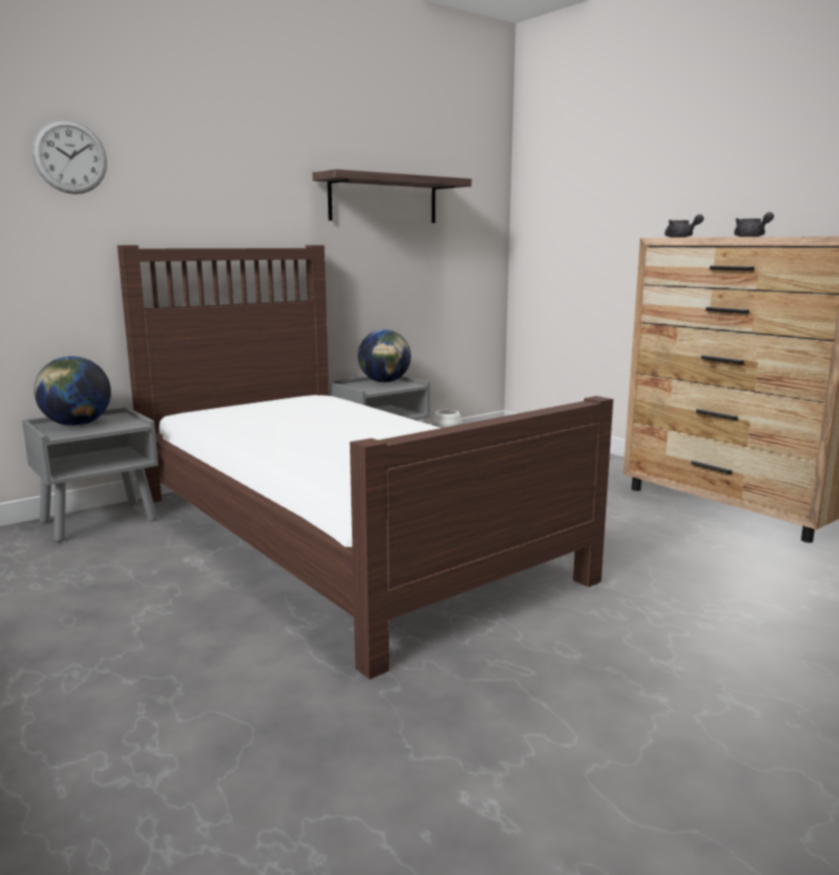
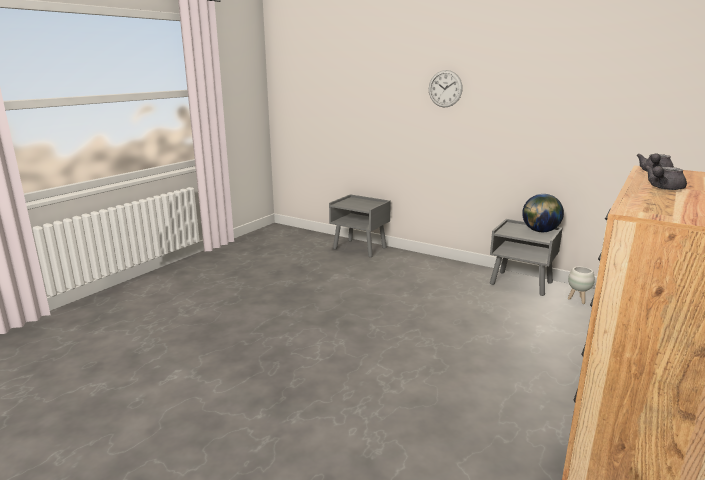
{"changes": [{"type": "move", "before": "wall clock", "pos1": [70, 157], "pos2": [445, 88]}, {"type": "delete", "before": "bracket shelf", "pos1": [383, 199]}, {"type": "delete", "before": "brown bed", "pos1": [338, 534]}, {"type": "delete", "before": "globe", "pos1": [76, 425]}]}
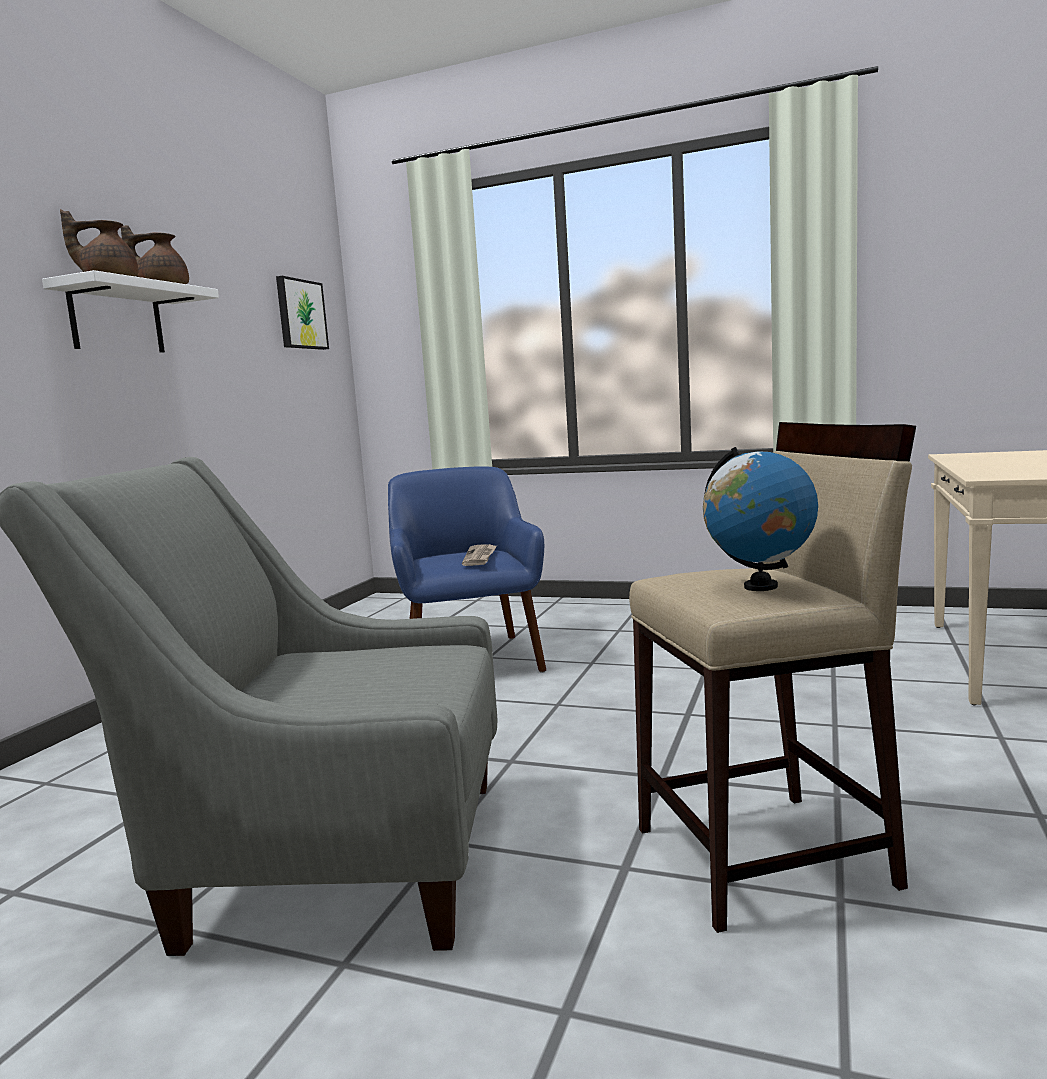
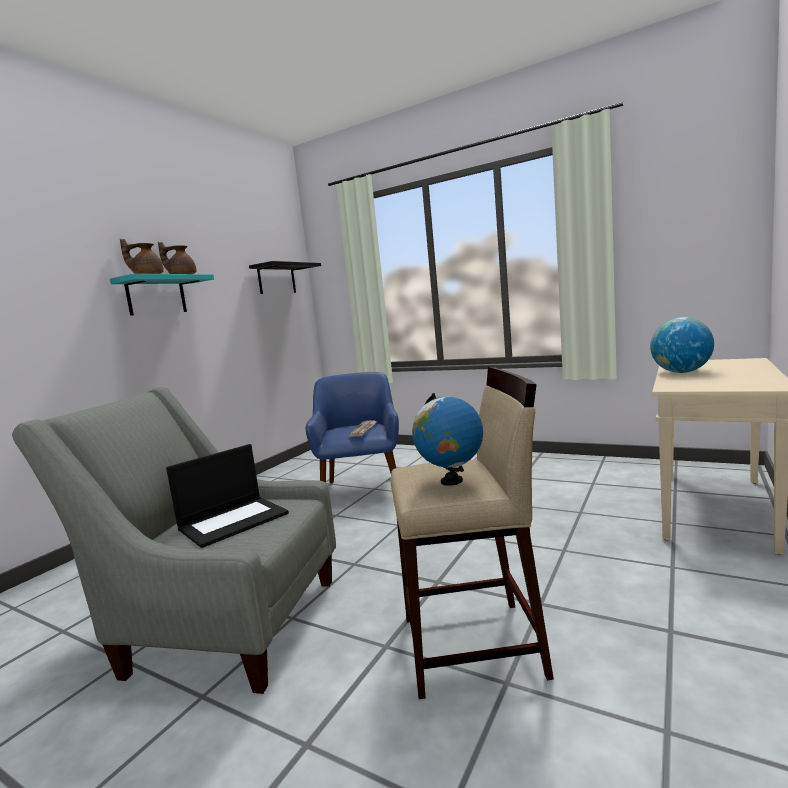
{"changes": [{"type": "recolor", "before": "white bracket shelf", "after": "turquoise bracket shelf", "pos1": [116, 319], "pos2": [156, 296]}, {"type": "replace", "before": "wall art", "after": "black-coloured bracket shelf", "pos1": [300, 314], "pos2": [276, 279]}, {"type": "insert", "after": "globe", "pos2": [681, 372]}, {"type": "insert", "after": "notebook computer", "pos2": [234, 520]}]}
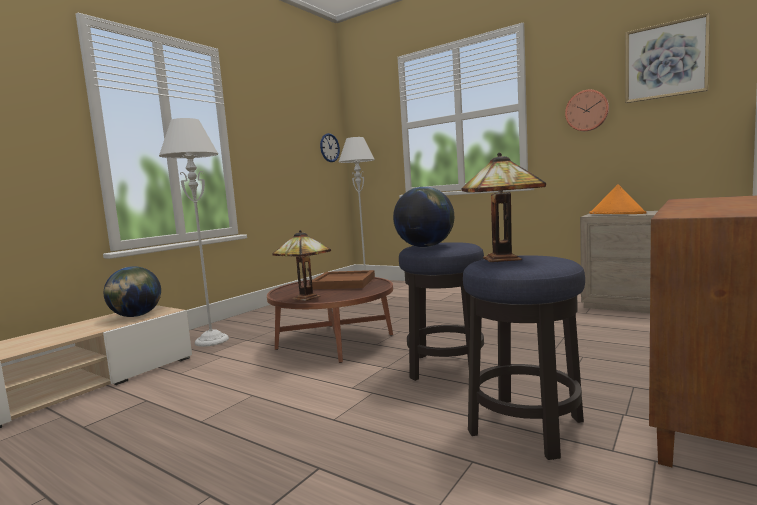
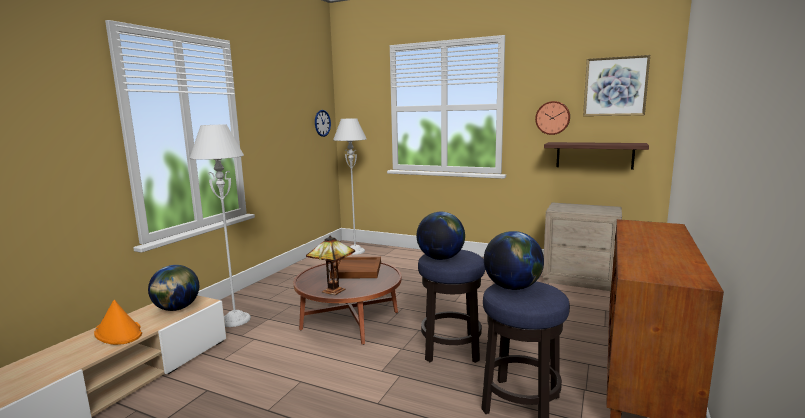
{"changes": [{"type": "replace", "before": "lamp for a table", "after": "globe", "pos1": [504, 259], "pos2": [512, 287]}, {"type": "move", "before": "orange-coloured hat", "pos1": [617, 214], "pos2": [118, 333]}, {"type": "insert", "after": "bracket shelf", "pos2": [594, 155]}]}
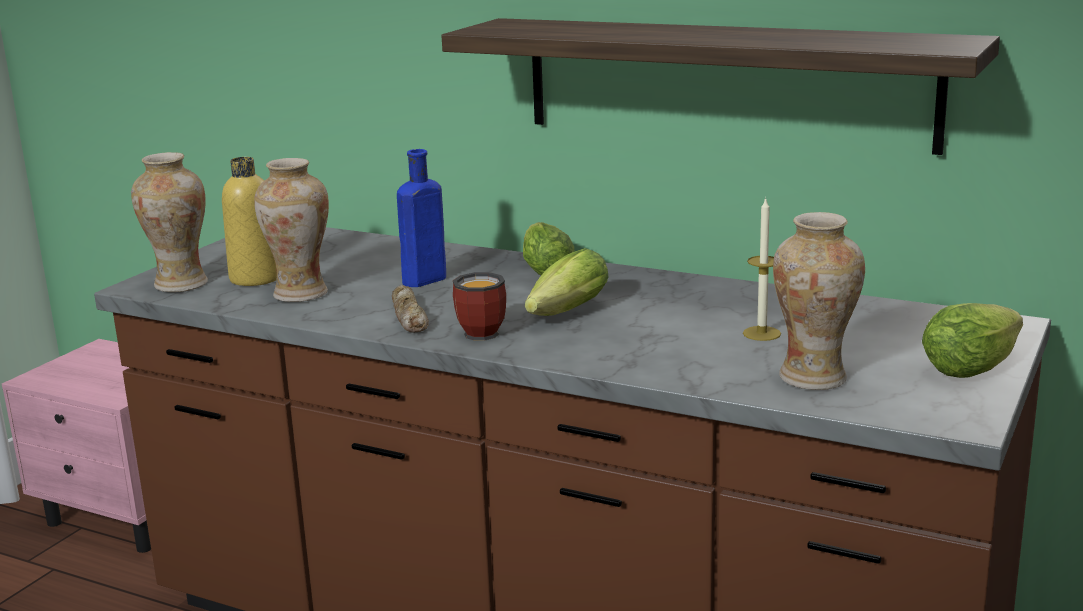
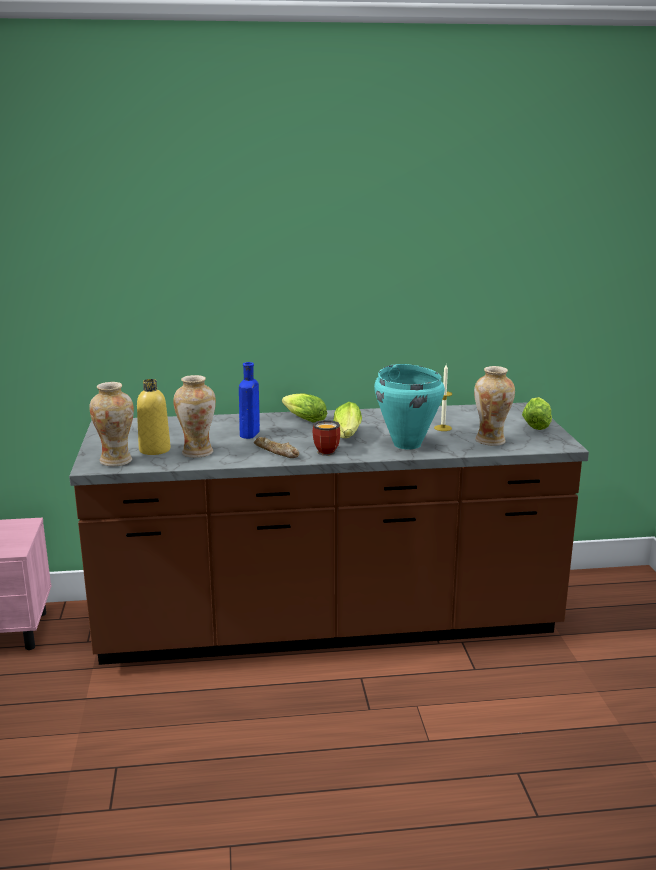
{"changes": [{"type": "delete", "before": "bracket shelf", "pos1": [725, 82]}, {"type": "insert", "after": "turquoise saucepot", "pos2": [407, 444]}]}
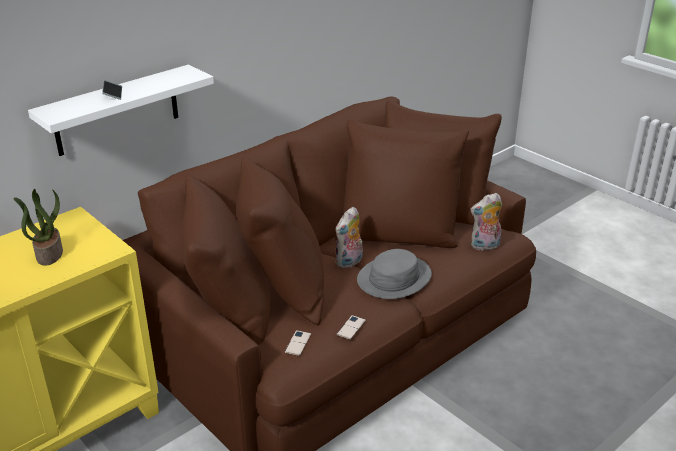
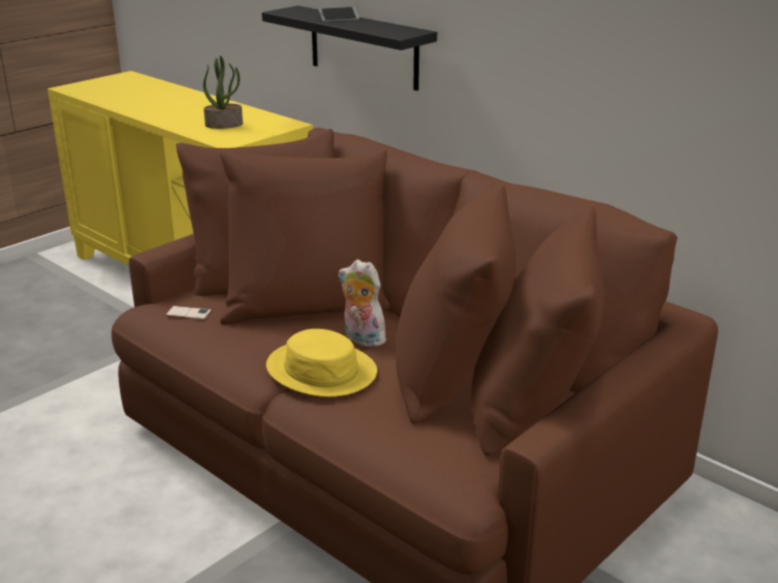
{"changes": [{"type": "recolor", "before": "white bracket shelf", "after": "black-coloured bracket shelf", "pos1": [117, 110], "pos2": [363, 47]}, {"type": "delete", "before": "soft toy", "pos1": [485, 246]}, {"type": "recolor", "before": "gray hat", "after": "yellowish hat", "pos1": [394, 278], "pos2": [321, 370]}, {"type": "delete", "before": "phone", "pos1": [351, 327]}]}
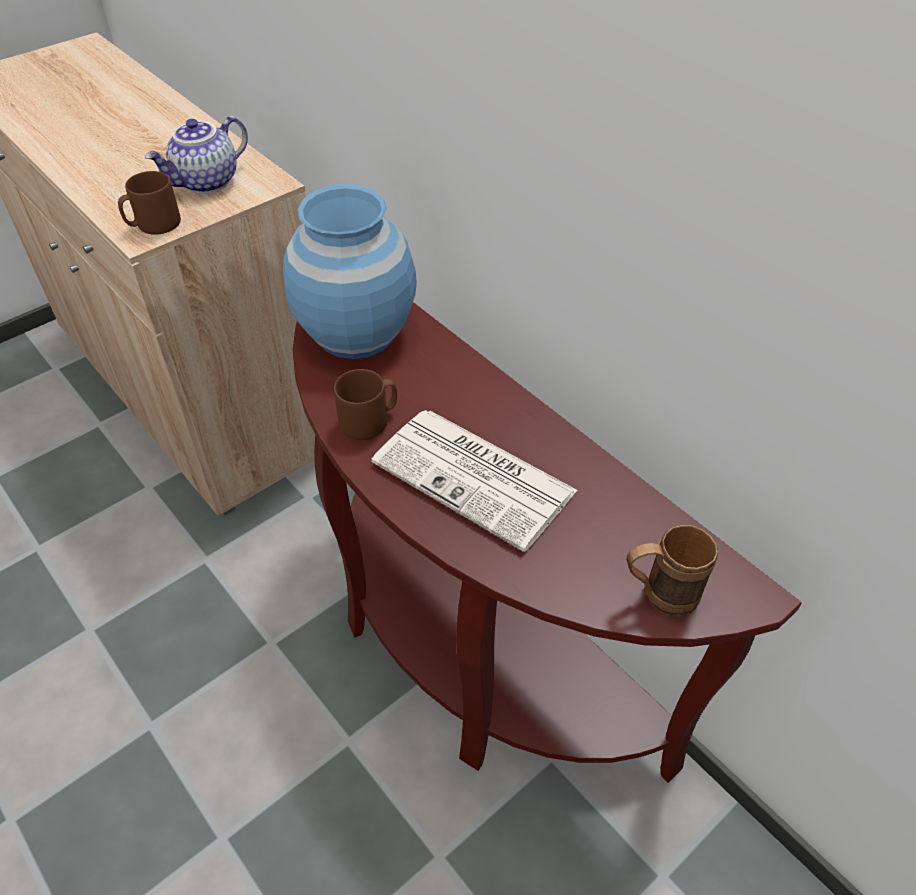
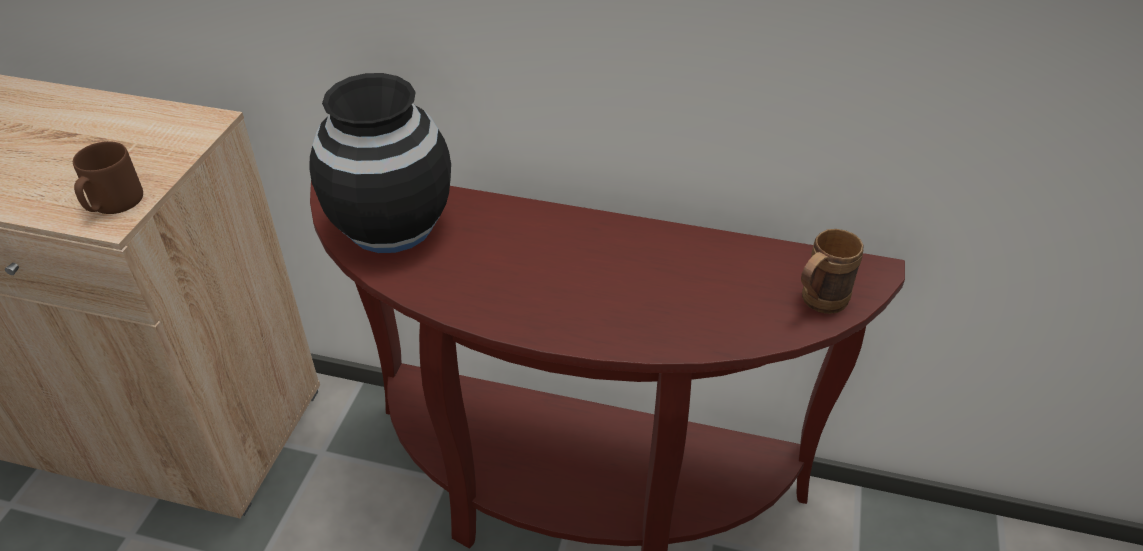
{"changes": [{"type": "delete", "before": "tea pot", "pos1": [207, 183]}, {"type": "recolor", "before": "blue-coloured decorative vase", "after": "black-coloured decorative vase", "pos1": [357, 332], "pos2": [392, 225]}, {"type": "delete", "before": "brown tea mug", "pos1": [369, 421]}, {"type": "delete", "before": "newspaper", "pos1": [476, 478]}]}
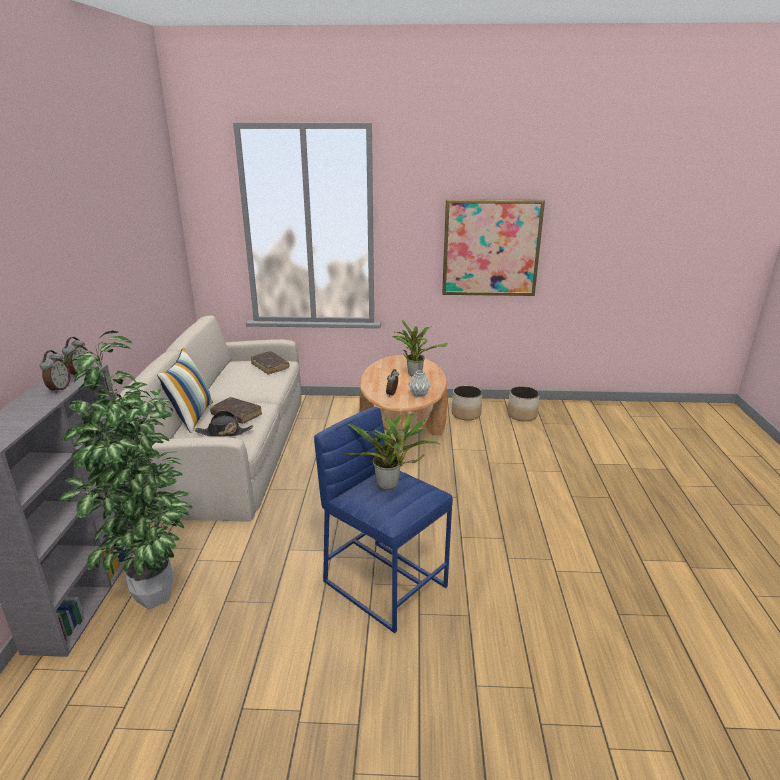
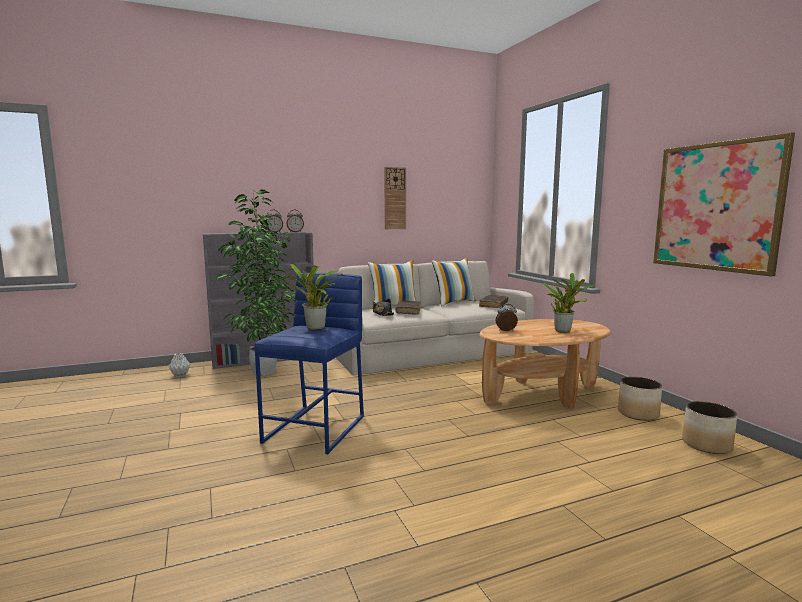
{"changes": [{"type": "move", "before": "gray decorative vase", "pos1": [418, 395], "pos2": [180, 375]}, {"type": "insert", "after": "wall clock", "pos2": [395, 198]}, {"type": "insert", "after": "throw pillow", "pos2": [454, 302]}]}
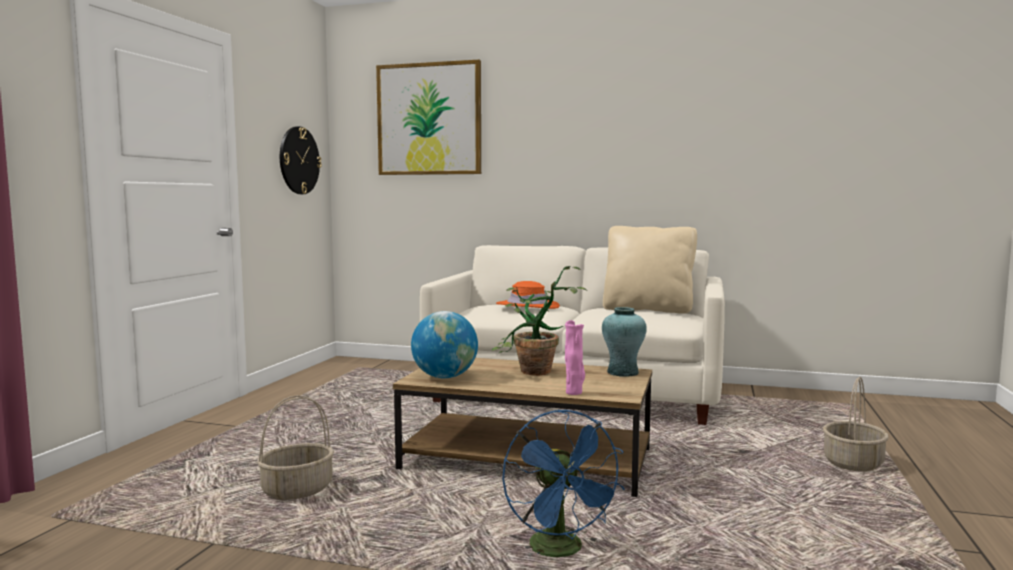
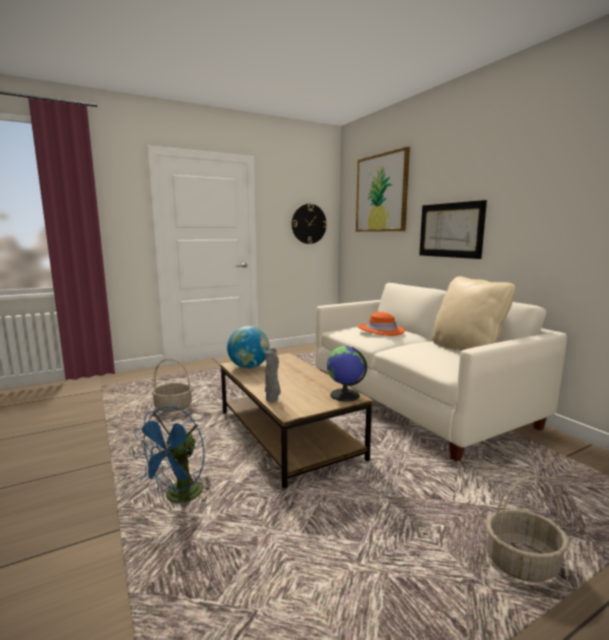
{"changes": [{"type": "delete", "before": "plant in a pot", "pos1": [534, 374]}, {"type": "replace", "before": "turquoise decorative vase", "after": "globe", "pos1": [622, 372], "pos2": [344, 395]}, {"type": "recolor", "before": "pink decorative vase", "after": "gray decorative vase", "pos1": [574, 393], "pos2": [272, 399]}, {"type": "insert", "after": "wall art", "pos2": [450, 230]}]}
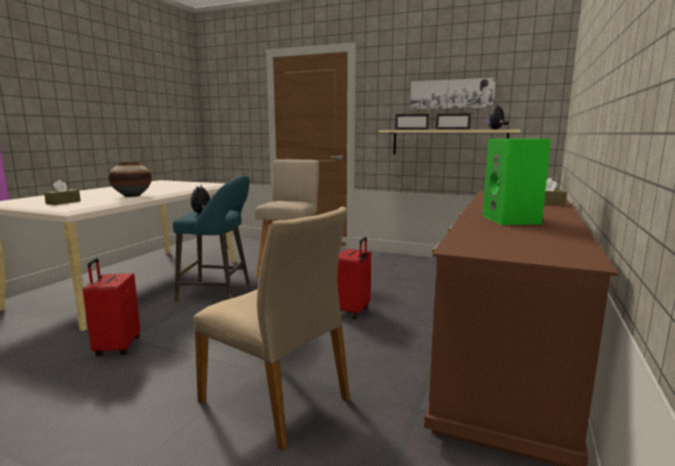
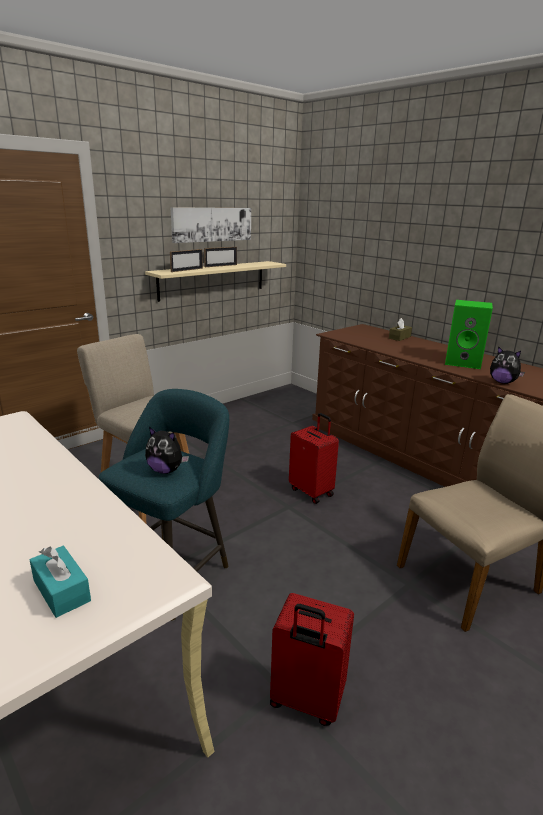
{"changes": [{"type": "move", "before": "soft toy", "pos1": [496, 129], "pos2": [502, 382]}, {"type": "delete", "before": "decorative vase", "pos1": [132, 196]}, {"type": "recolor", "before": "brown tissue holder", "after": "turquoise tissue holder", "pos1": [63, 202], "pos2": [61, 590]}]}
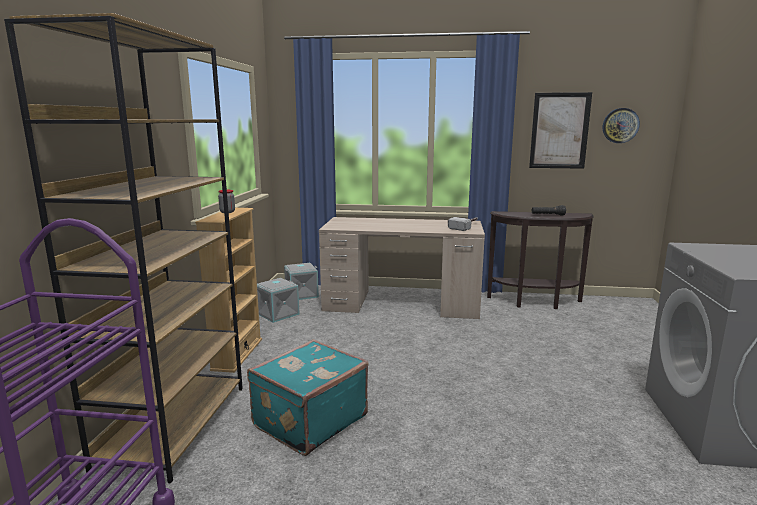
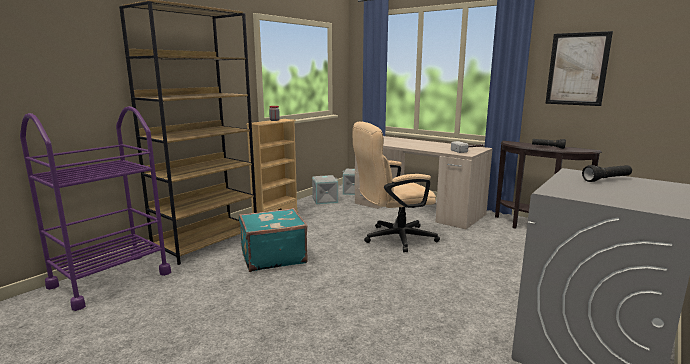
{"changes": [{"type": "delete", "before": "wall clock", "pos1": [620, 125]}, {"type": "insert", "after": "beige-coloured desk chair", "pos2": [393, 238]}, {"type": "insert", "after": "black-coloured torch", "pos2": [606, 179]}]}
